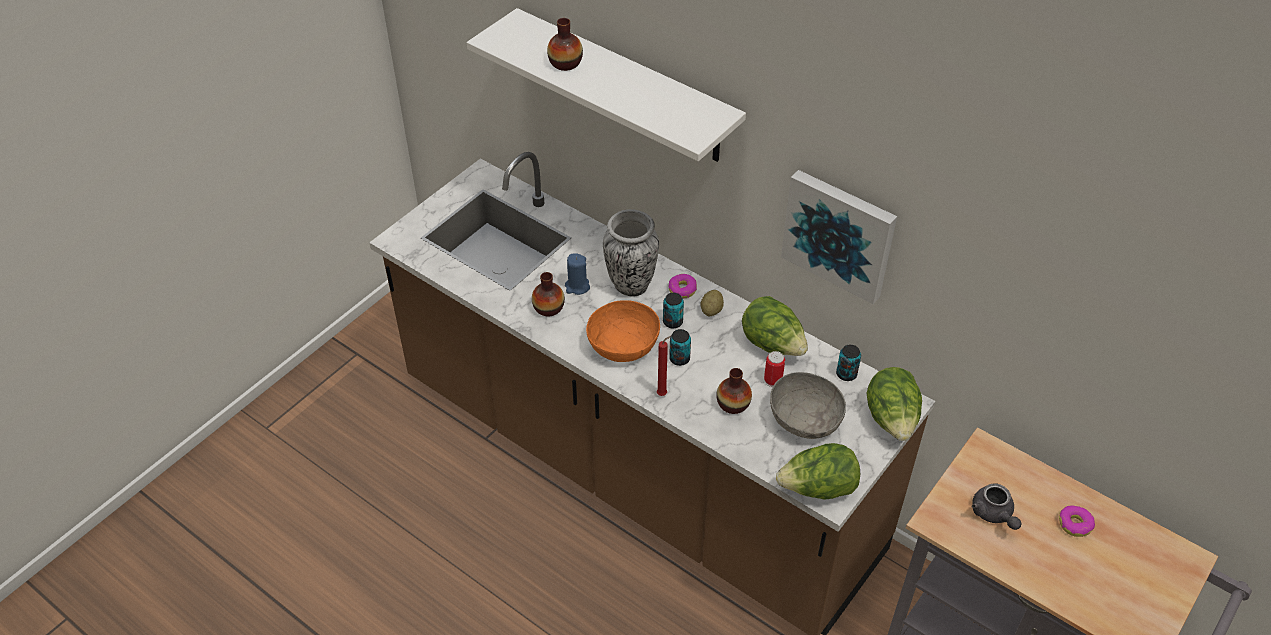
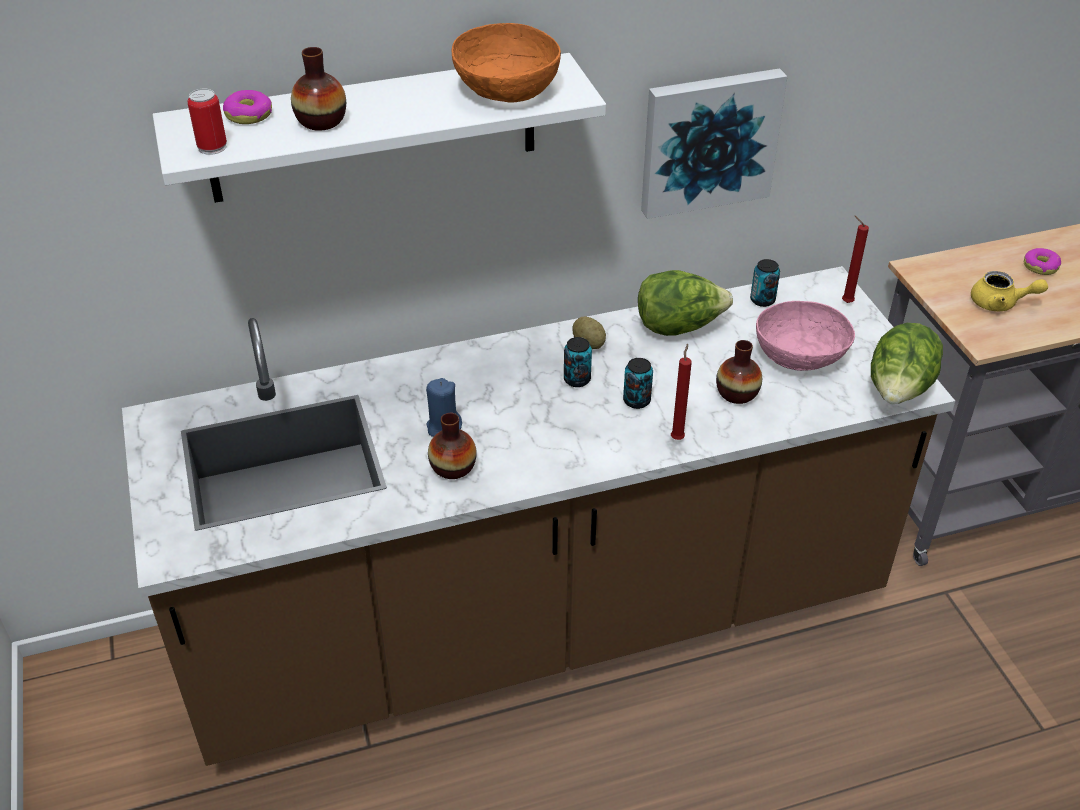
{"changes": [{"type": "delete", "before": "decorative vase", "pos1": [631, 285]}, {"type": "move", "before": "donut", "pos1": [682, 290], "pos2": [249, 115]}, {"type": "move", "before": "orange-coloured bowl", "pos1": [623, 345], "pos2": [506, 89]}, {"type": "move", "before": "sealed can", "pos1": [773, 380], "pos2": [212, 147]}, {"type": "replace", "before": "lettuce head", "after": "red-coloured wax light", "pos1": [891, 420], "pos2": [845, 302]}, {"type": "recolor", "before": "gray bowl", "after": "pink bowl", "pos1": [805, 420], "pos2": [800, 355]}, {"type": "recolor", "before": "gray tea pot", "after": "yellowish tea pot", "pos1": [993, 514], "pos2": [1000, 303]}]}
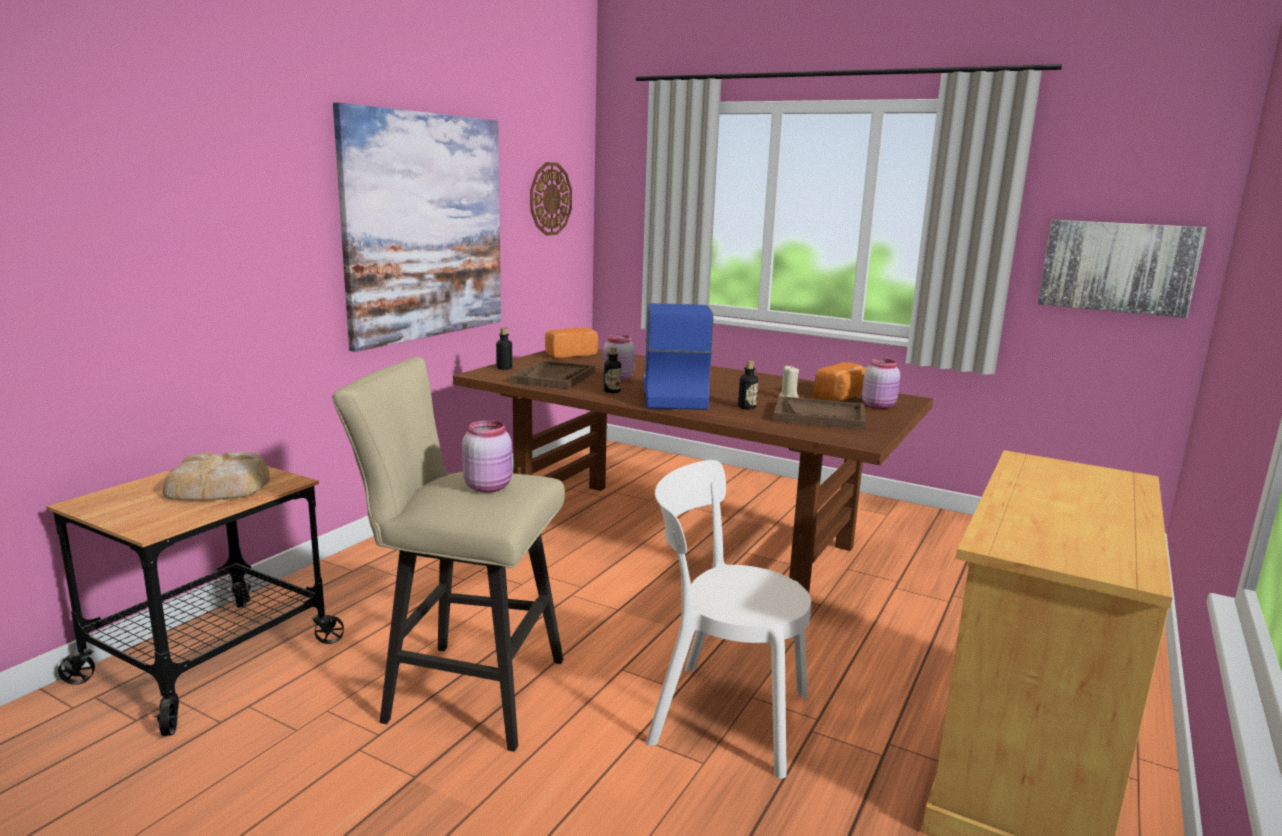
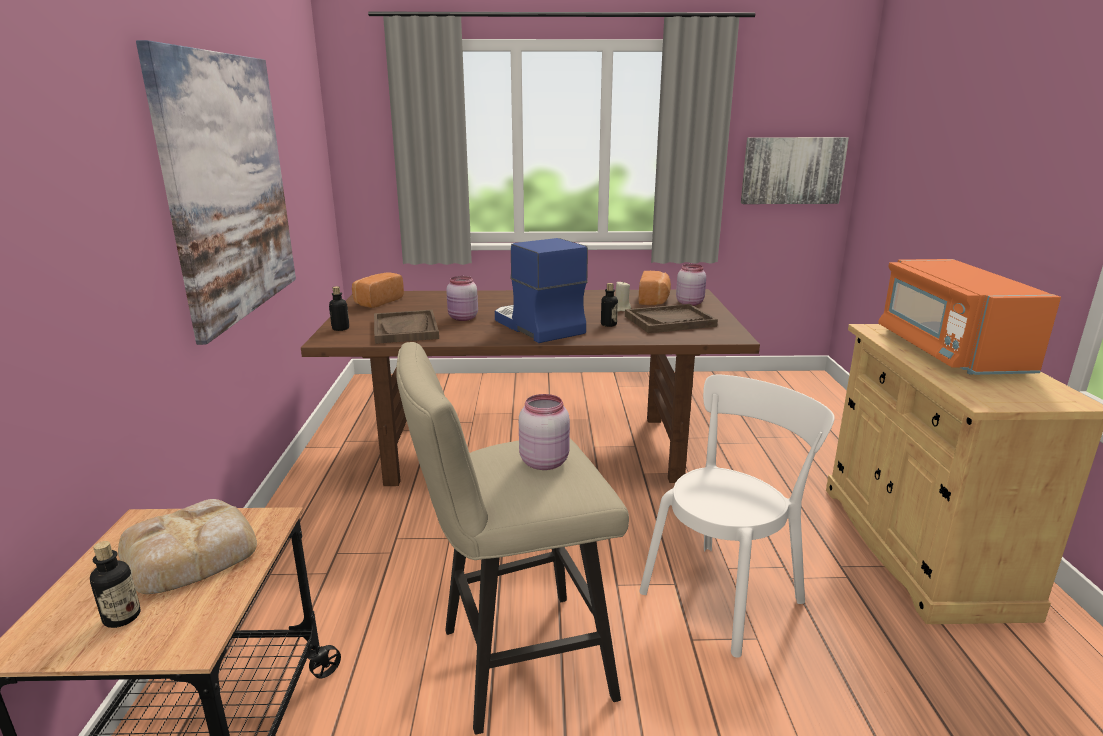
{"changes": [{"type": "delete", "before": "wall clock", "pos1": [550, 199]}, {"type": "move", "before": "beverage bottle", "pos1": [612, 391], "pos2": [122, 617]}, {"type": "rotate", "before": "white chair", "pos1": [721, 715], "pos2": [725, 592], "turn": 150}, {"type": "insert", "after": "orange-coloured microwave oven", "pos2": [948, 351]}]}
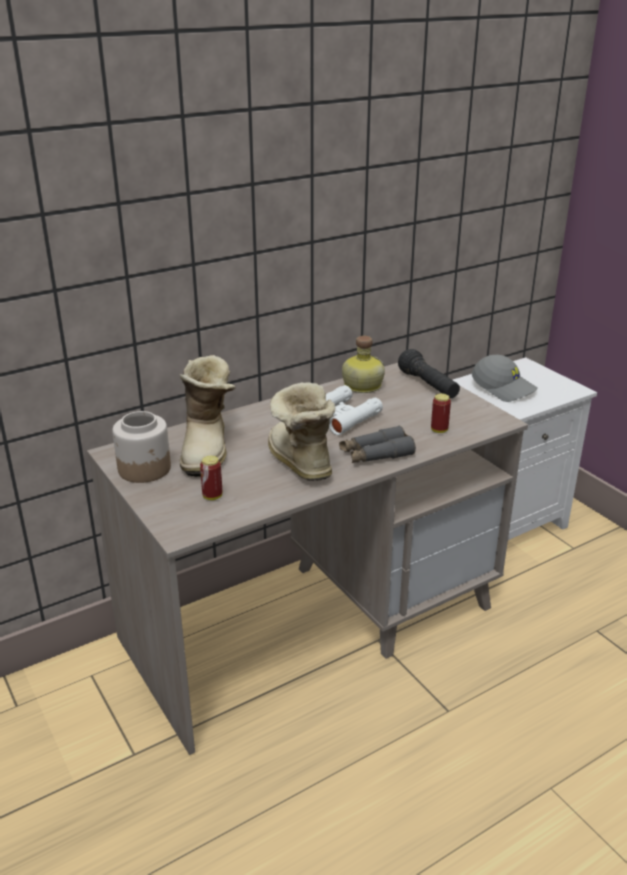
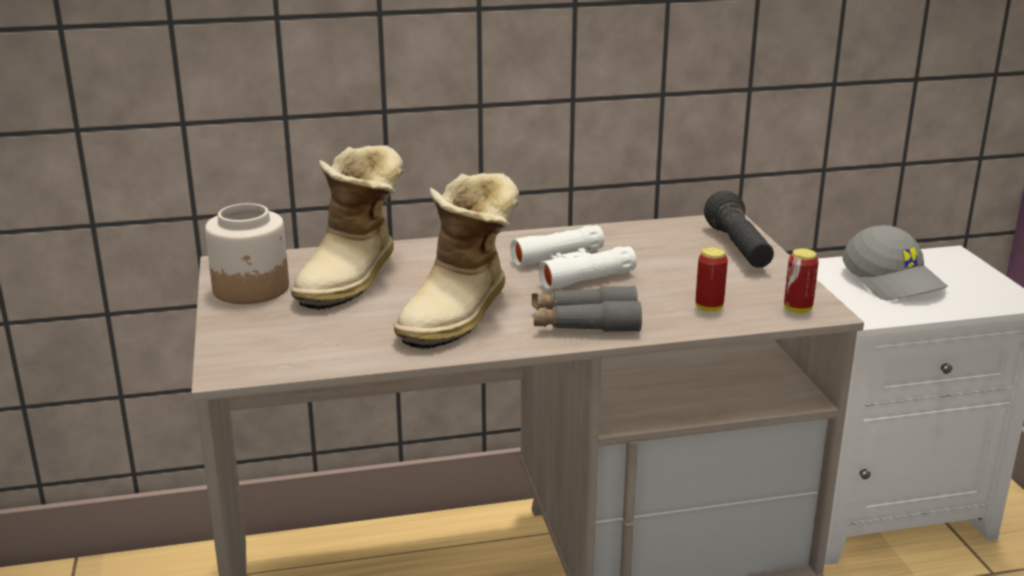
{"changes": [{"type": "delete", "before": "beverage bottle", "pos1": [361, 385]}, {"type": "rotate", "before": "boot", "pos1": [298, 463], "pos2": [461, 315], "turn": -150}, {"type": "move", "before": "sealed can", "pos1": [212, 496], "pos2": [797, 309]}]}
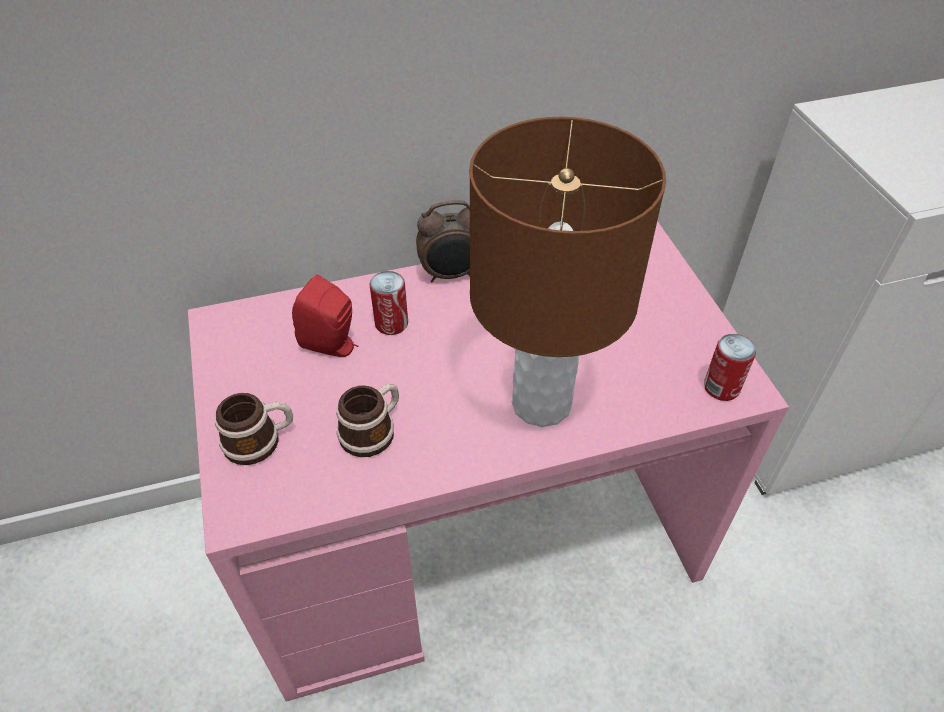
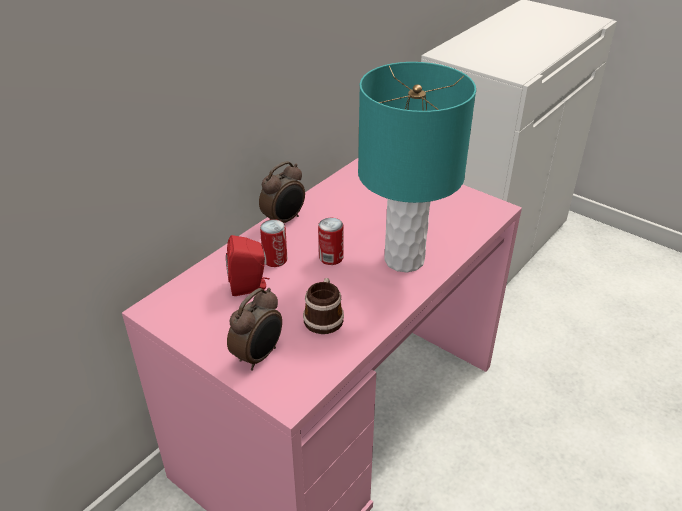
{"changes": [{"type": "recolor", "before": "brown lamp for a table", "after": "turquoise lamp for a table", "pos1": [540, 403], "pos2": [403, 260]}, {"type": "move", "before": "sealed can", "pos1": [721, 387], "pos2": [331, 258]}, {"type": "replace", "before": "tea mug", "after": "table clock", "pos1": [260, 440], "pos2": [259, 356]}]}
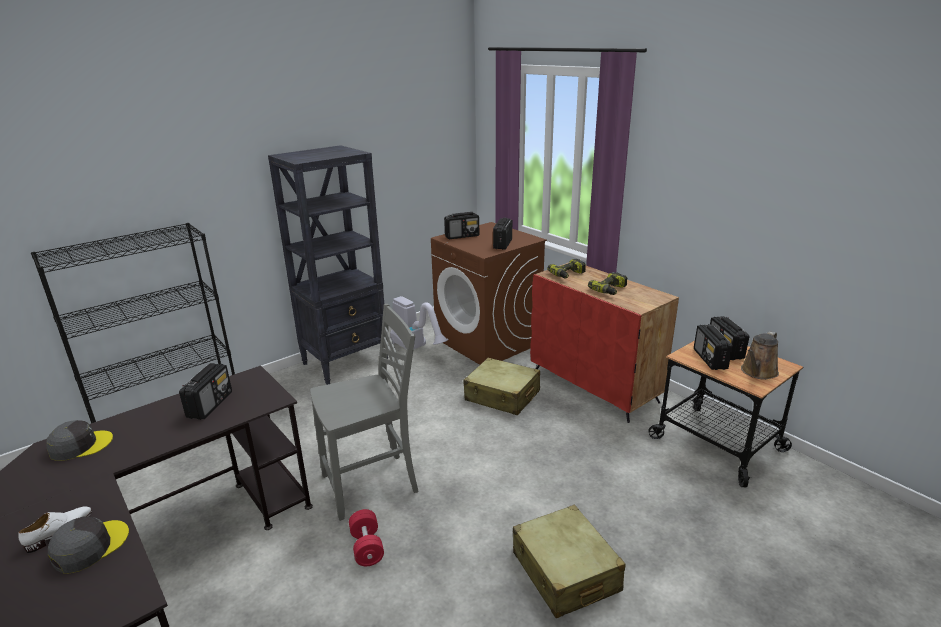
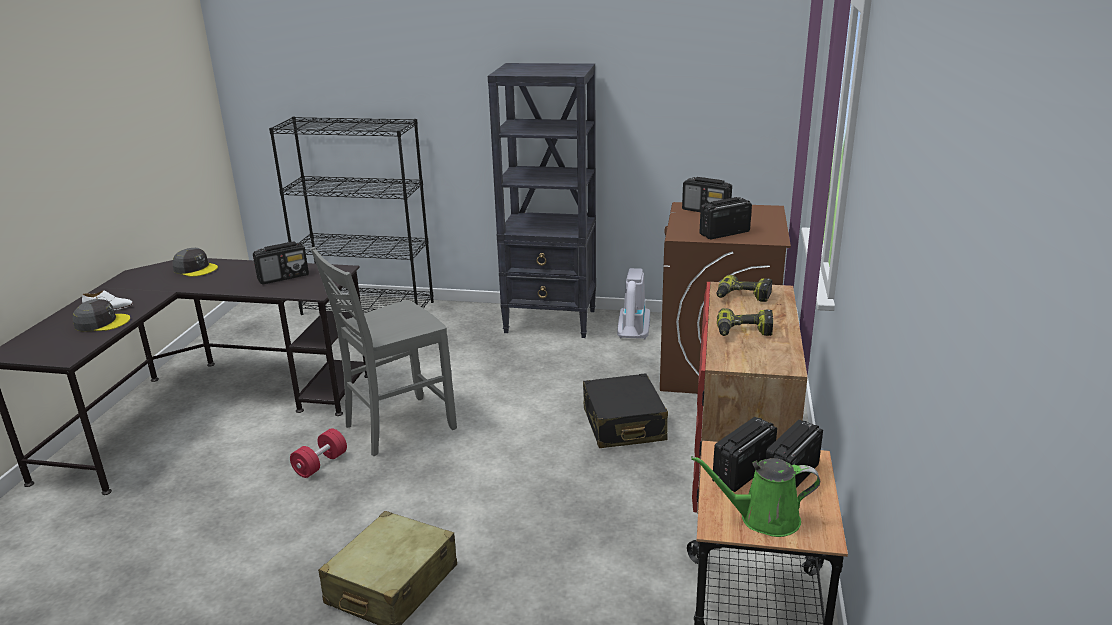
{"changes": [{"type": "rotate", "before": "gray chair", "pos1": [372, 484], "pos2": [397, 427], "turn": 120}, {"type": "recolor", "before": "brown watering pot", "after": "green watering pot", "pos1": [758, 372], "pos2": [763, 518]}, {"type": "recolor", "before": "beige-coloured piece of luggage", "after": "black-coloured piece of luggage", "pos1": [502, 396], "pos2": [623, 425]}]}
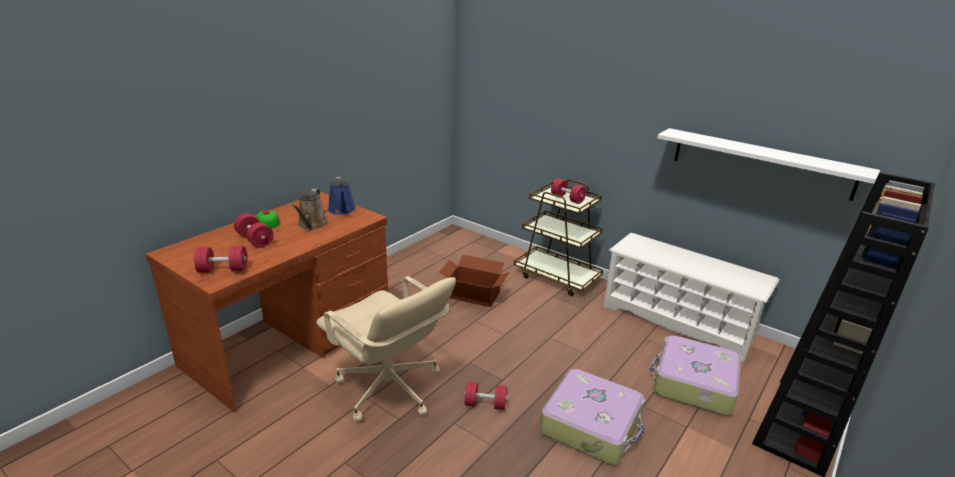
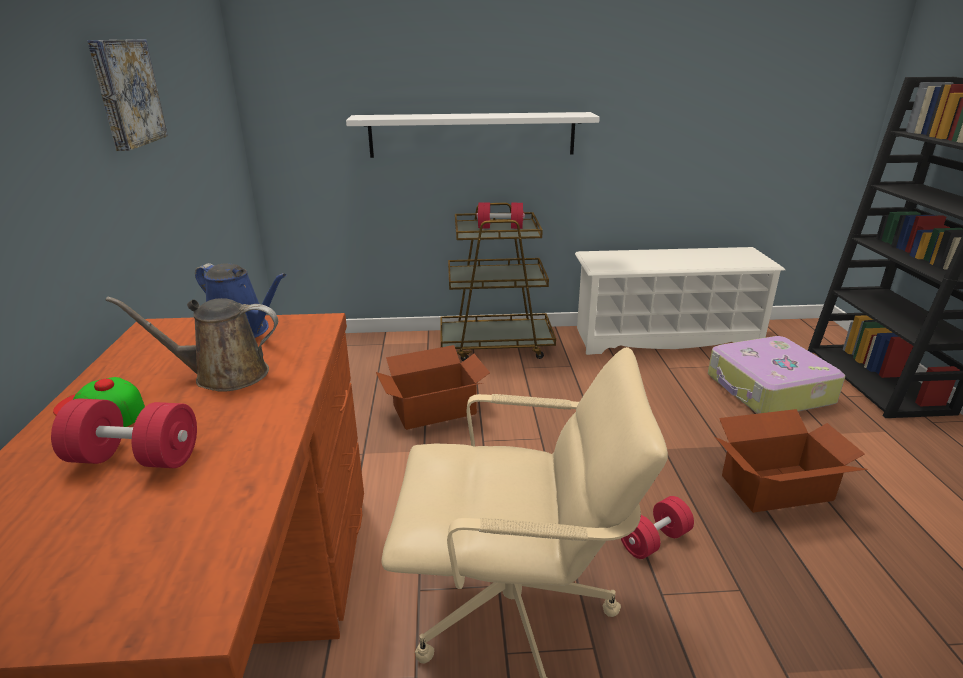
{"changes": [{"type": "move", "before": "white bracket shelf", "pos1": [761, 163], "pos2": [472, 135]}, {"type": "rotate", "before": "brown watering pot", "pos1": [311, 224], "pos2": [224, 375], "turn": 120}, {"type": "delete", "before": "red-coloured free weight", "pos1": [223, 270]}, {"type": "replace", "before": "piece of luggage", "after": "packing box", "pos1": [592, 425], "pos2": [775, 487]}, {"type": "insert", "after": "wall art", "pos2": [125, 93]}]}
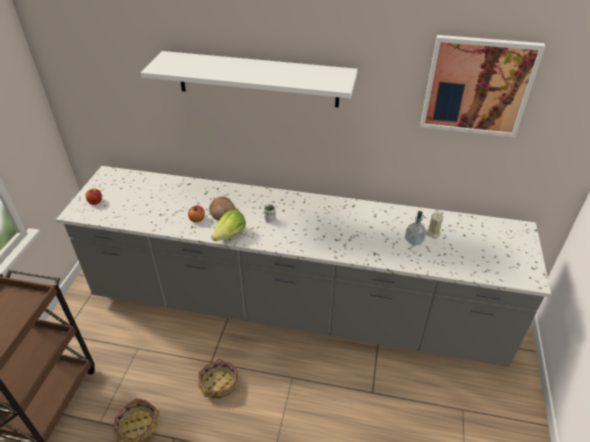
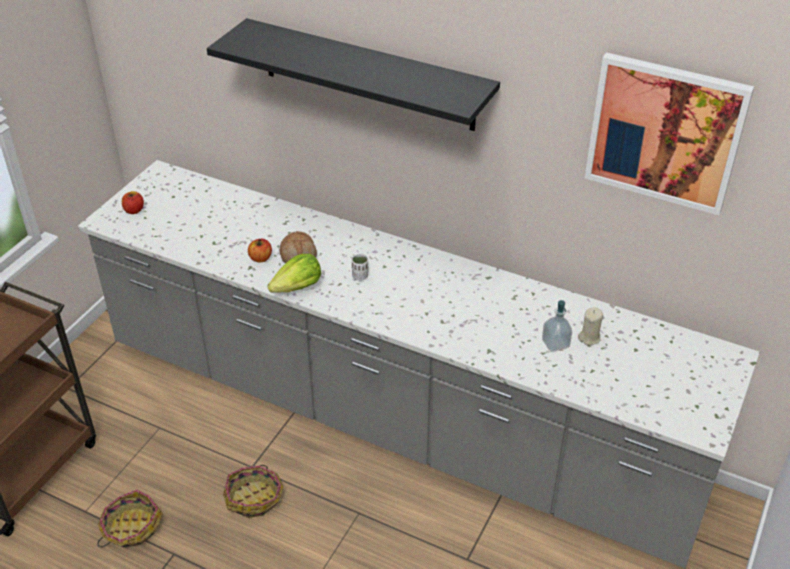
{"changes": [{"type": "recolor", "before": "white bracket shelf", "after": "black-coloured bracket shelf", "pos1": [257, 79], "pos2": [367, 75]}]}
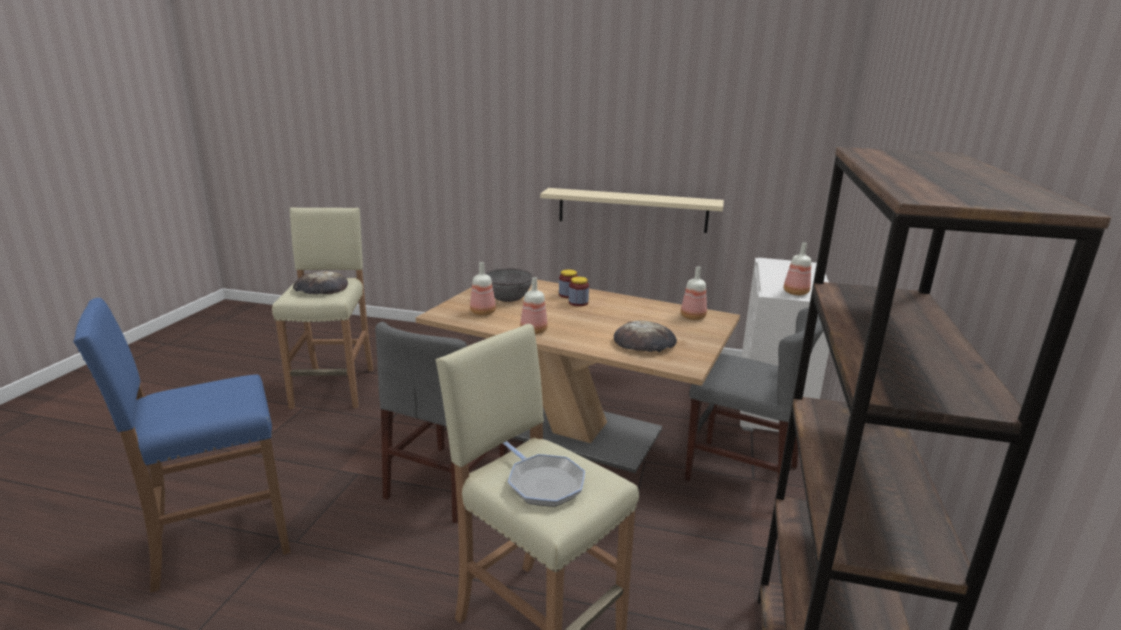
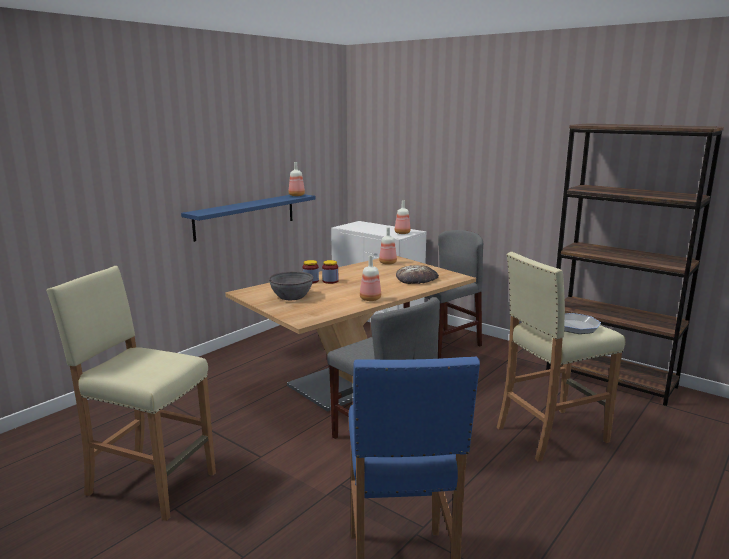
{"changes": [{"type": "recolor", "before": "beige-coloured bracket shelf", "after": "blue-coloured bracket shelf", "pos1": [632, 210], "pos2": [245, 216]}, {"type": "move", "before": "beverage bottle", "pos1": [483, 312], "pos2": [296, 195]}, {"type": "delete", "before": "baked bread", "pos1": [321, 288]}]}
